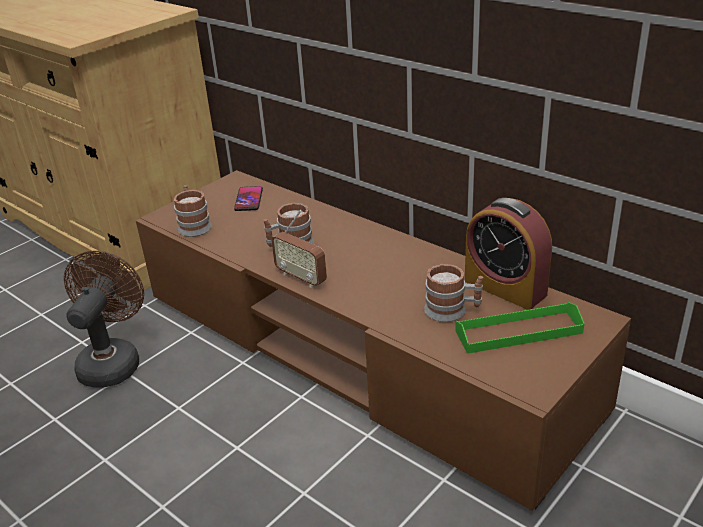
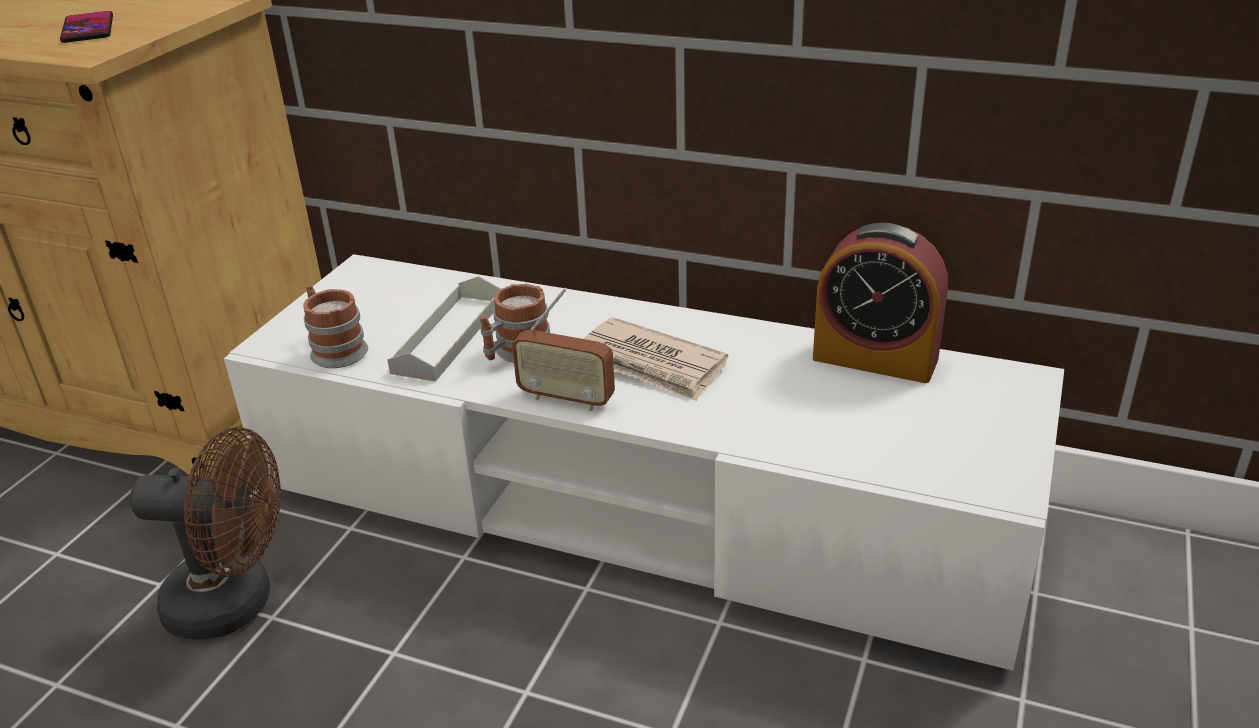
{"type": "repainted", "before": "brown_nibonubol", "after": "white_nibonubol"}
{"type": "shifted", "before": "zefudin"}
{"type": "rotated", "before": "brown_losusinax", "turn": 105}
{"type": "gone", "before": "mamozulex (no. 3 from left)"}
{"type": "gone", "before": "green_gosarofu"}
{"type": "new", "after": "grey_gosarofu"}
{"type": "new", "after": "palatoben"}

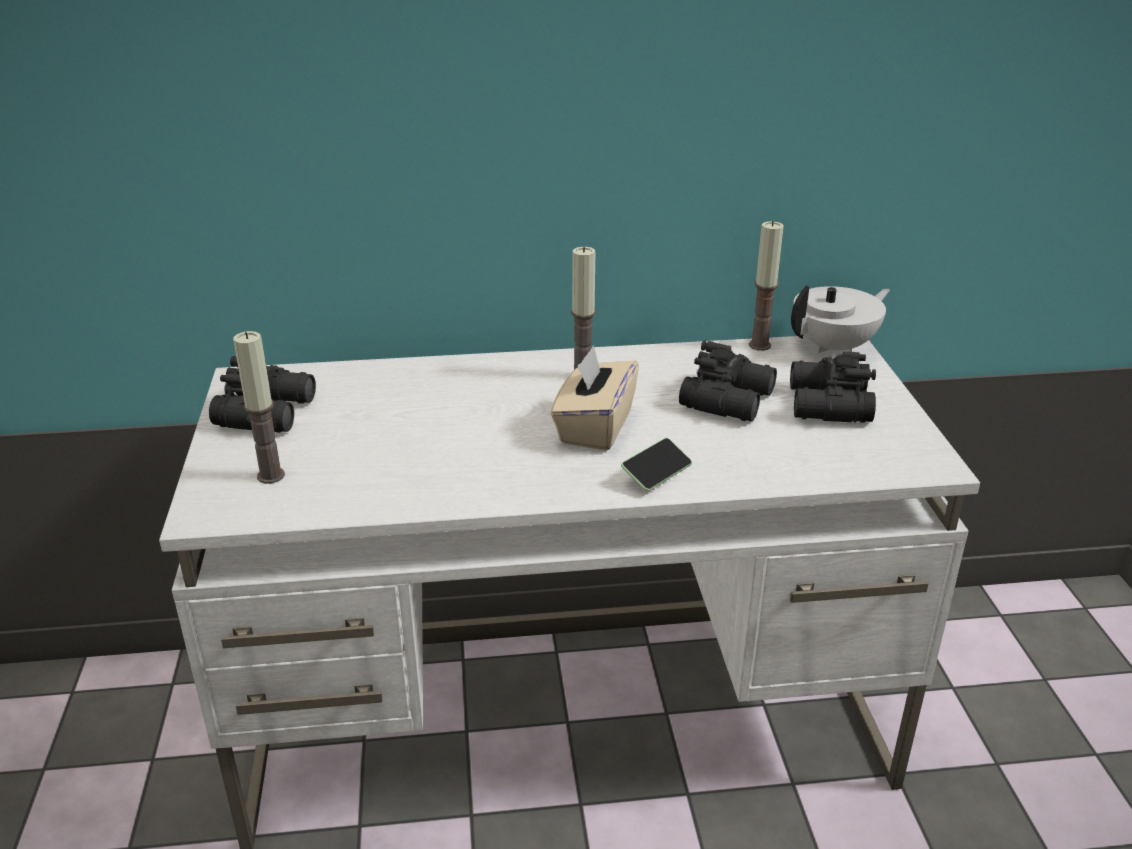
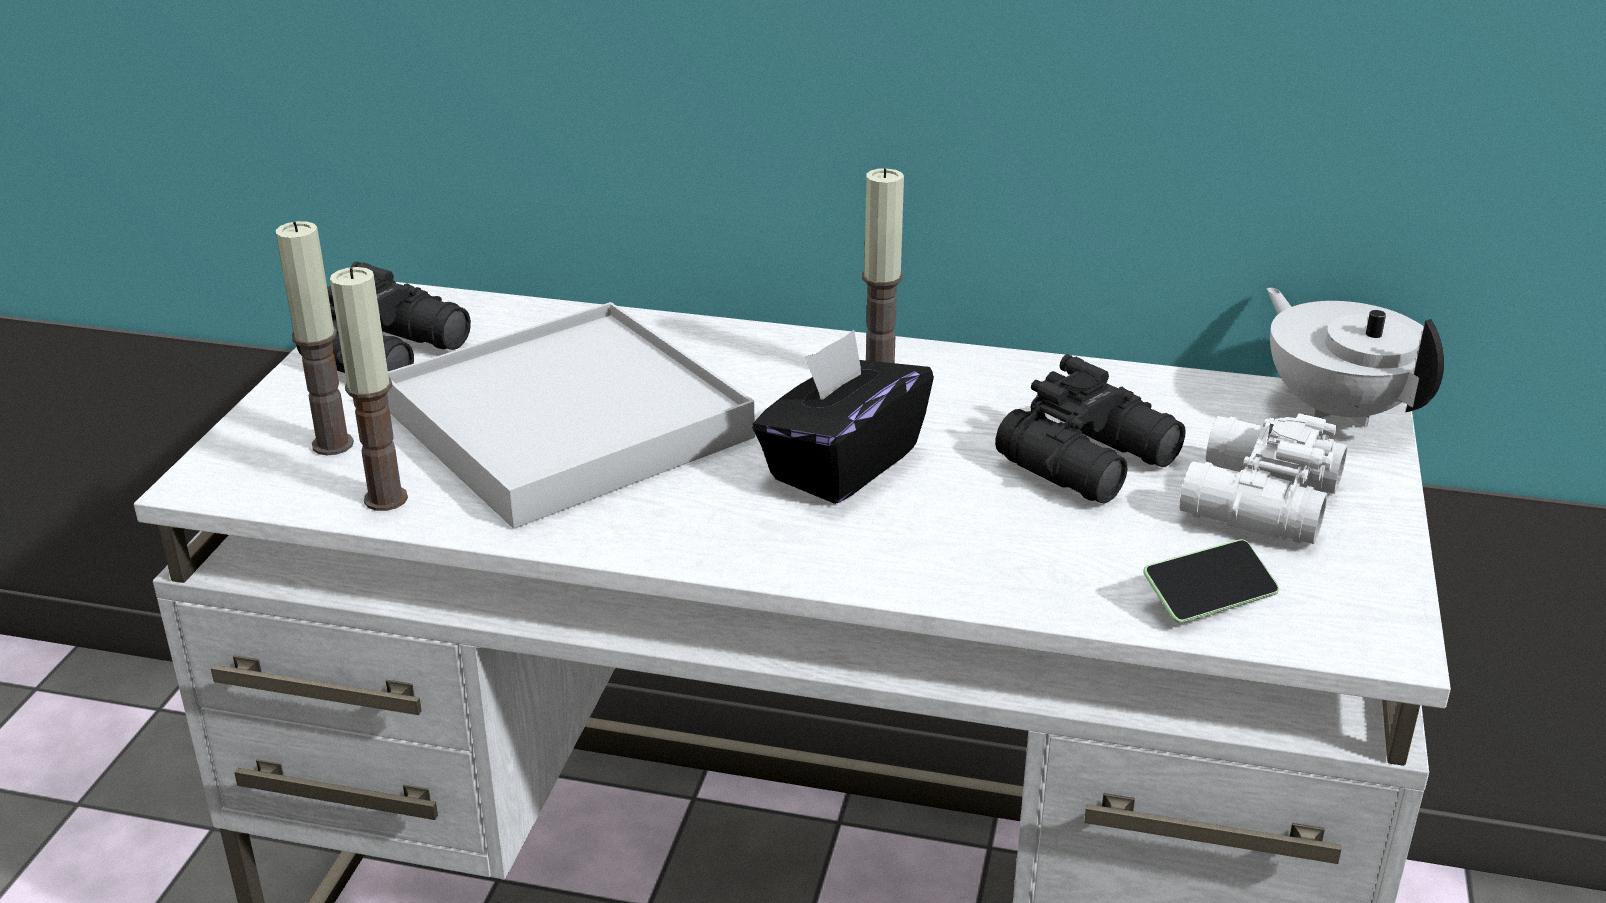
{"type": "shifted", "before": "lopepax (no. 3 from left in the first image)", "after": "lopepax (no. 2 from left)"}
{"type": "rotated", "before": "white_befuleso", "turn": -105}
{"type": "repainted", "before": "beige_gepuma", "after": "black_gepuma"}
{"type": "repainted", "before": "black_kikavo (no. 3 from left)", "after": "white_kikavo"}
{"type": "shifted", "before": "zefudin"}
{"type": "new", "after": "white_gosarofu"}

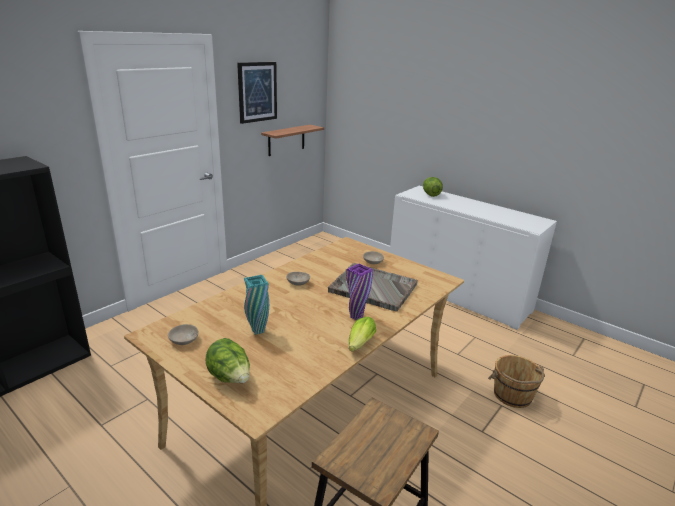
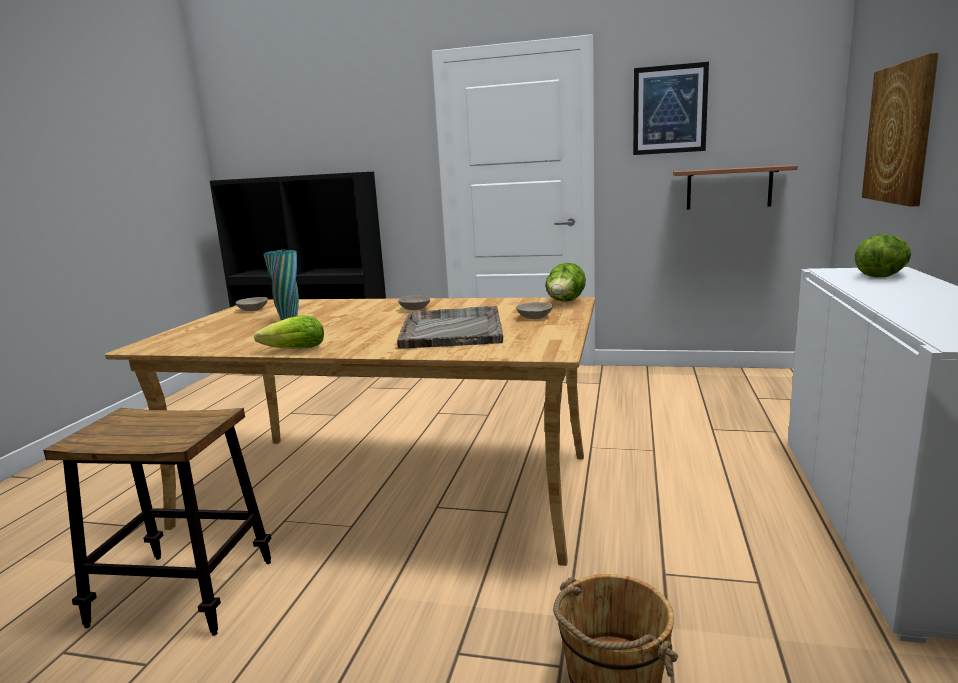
{"type": "gone", "before": "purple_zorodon"}
{"type": "shifted", "before": "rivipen (no. 1 from left in the first image)", "after": "rivipen (no. 2 from left)"}
{"type": "new", "after": "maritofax (no. 2 from left)"}

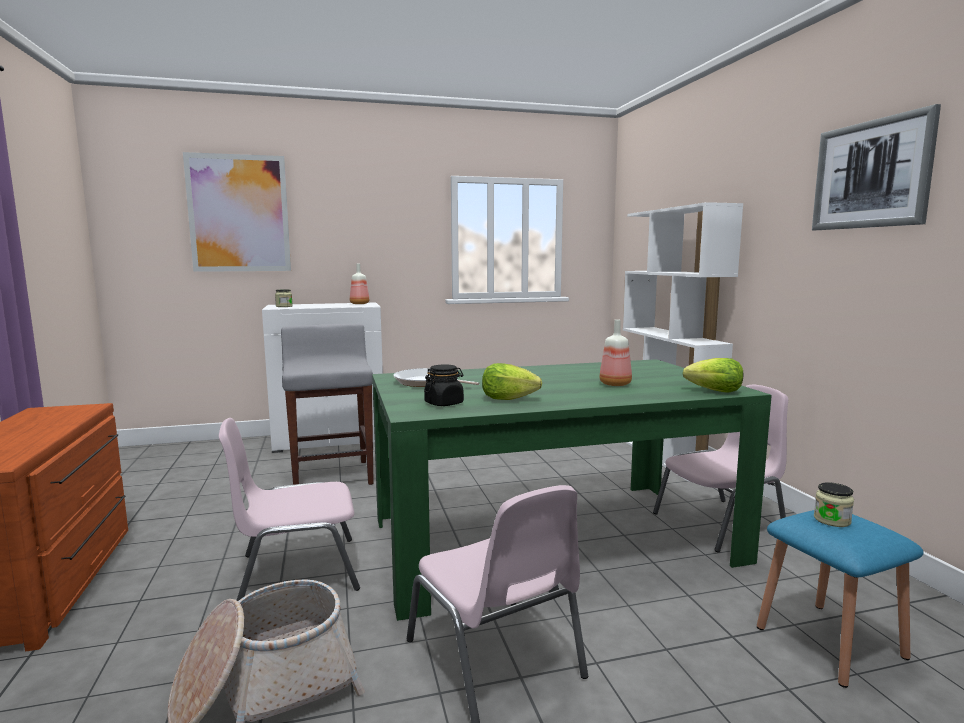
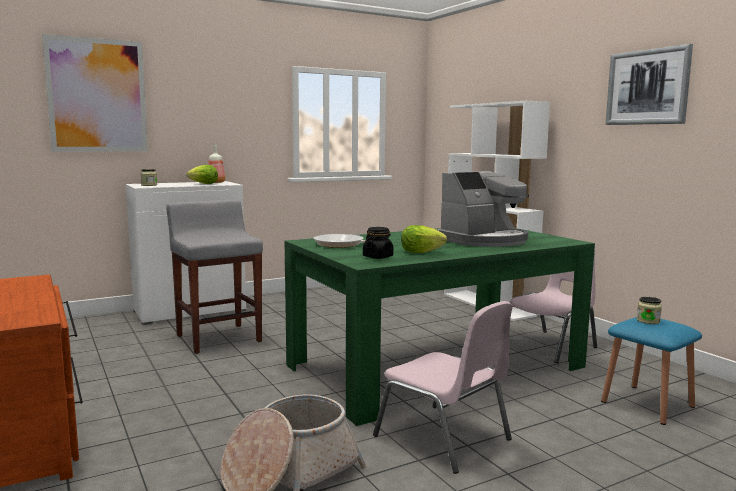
{"type": "swapped", "before": "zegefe (no. 2 from left)", "after": "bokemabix"}
{"type": "shifted", "before": "rivipen (no. 2 from left in the first image)", "after": "rivipen (no. 1 from left)"}
{"type": "gone", "before": "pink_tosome (no. 1 from left)"}

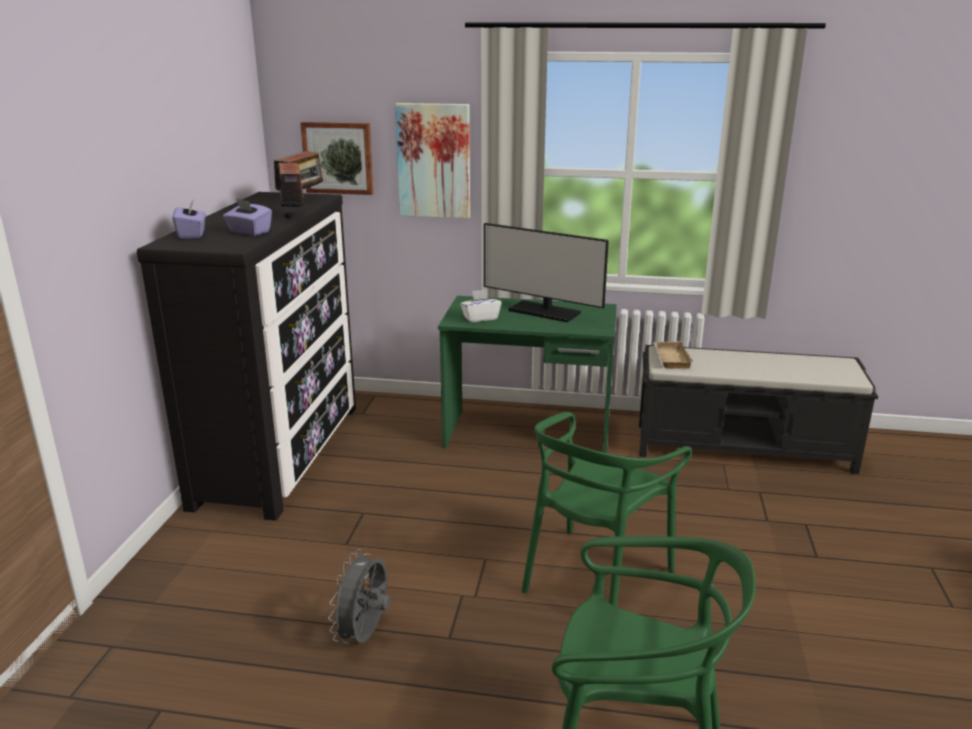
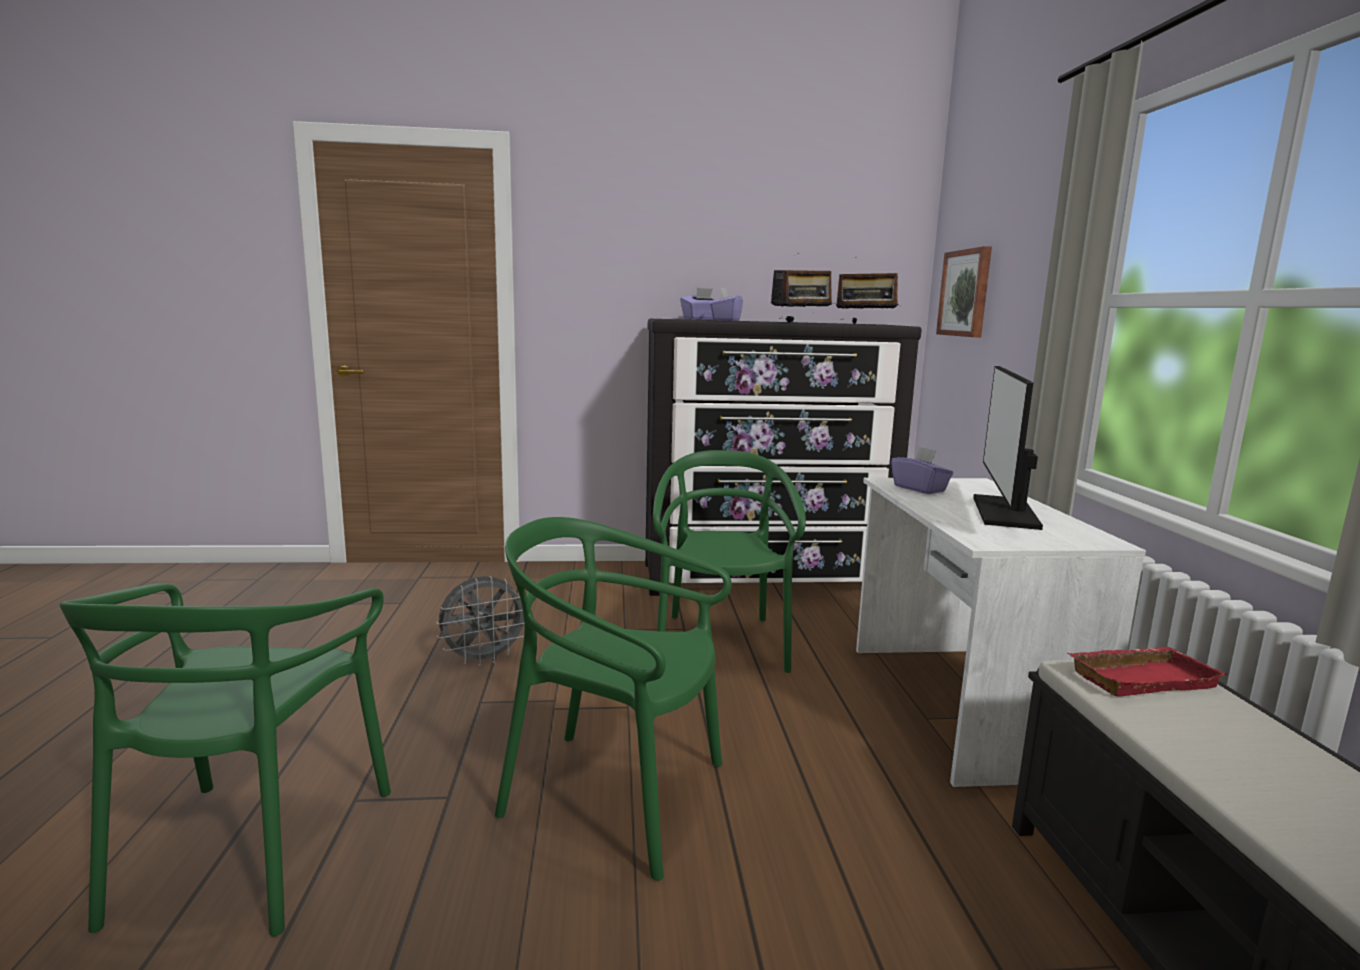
{"type": "gone", "before": "maritofax (no. 2 from left)"}
{"type": "repainted", "before": "white_gepuma", "after": "purple_gepuma (no. 3 from left)"}
{"type": "repainted", "before": "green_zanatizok", "after": "white_zanatizok"}
{"type": "repainted", "before": "beige_gosarofu", "after": "red_gosarofu"}
{"type": "rotated", "before": "grey_losusinax", "turn": 150}
{"type": "new", "after": "green_tosome (no. 3 from left)"}

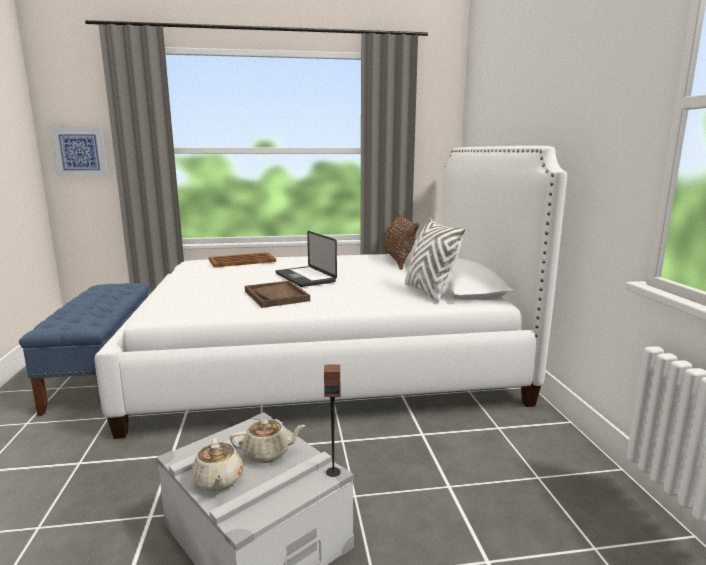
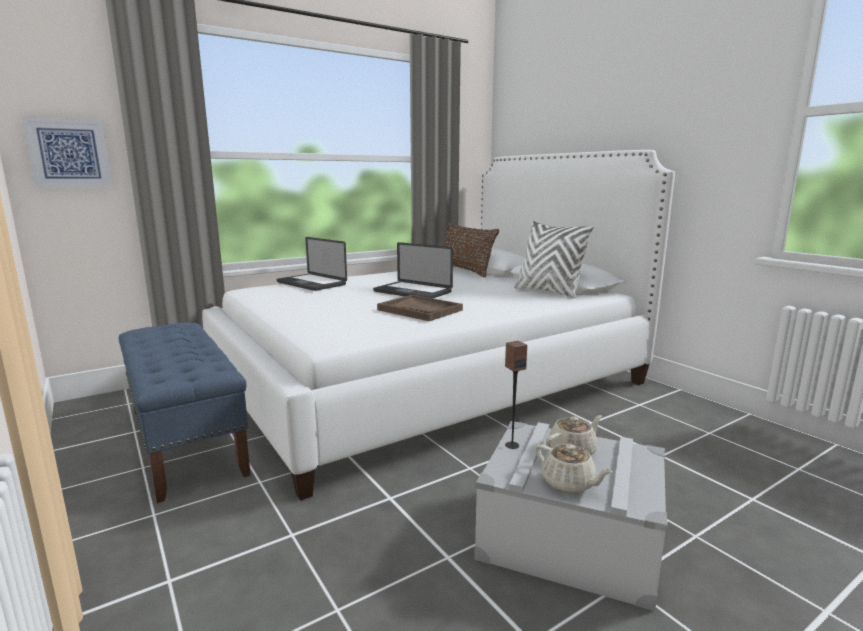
{"type": "swapped", "before": "brown_gosarofu (no. 1 from left)", "after": "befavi (no. 1 from left)"}
{"type": "shifted", "before": "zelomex"}

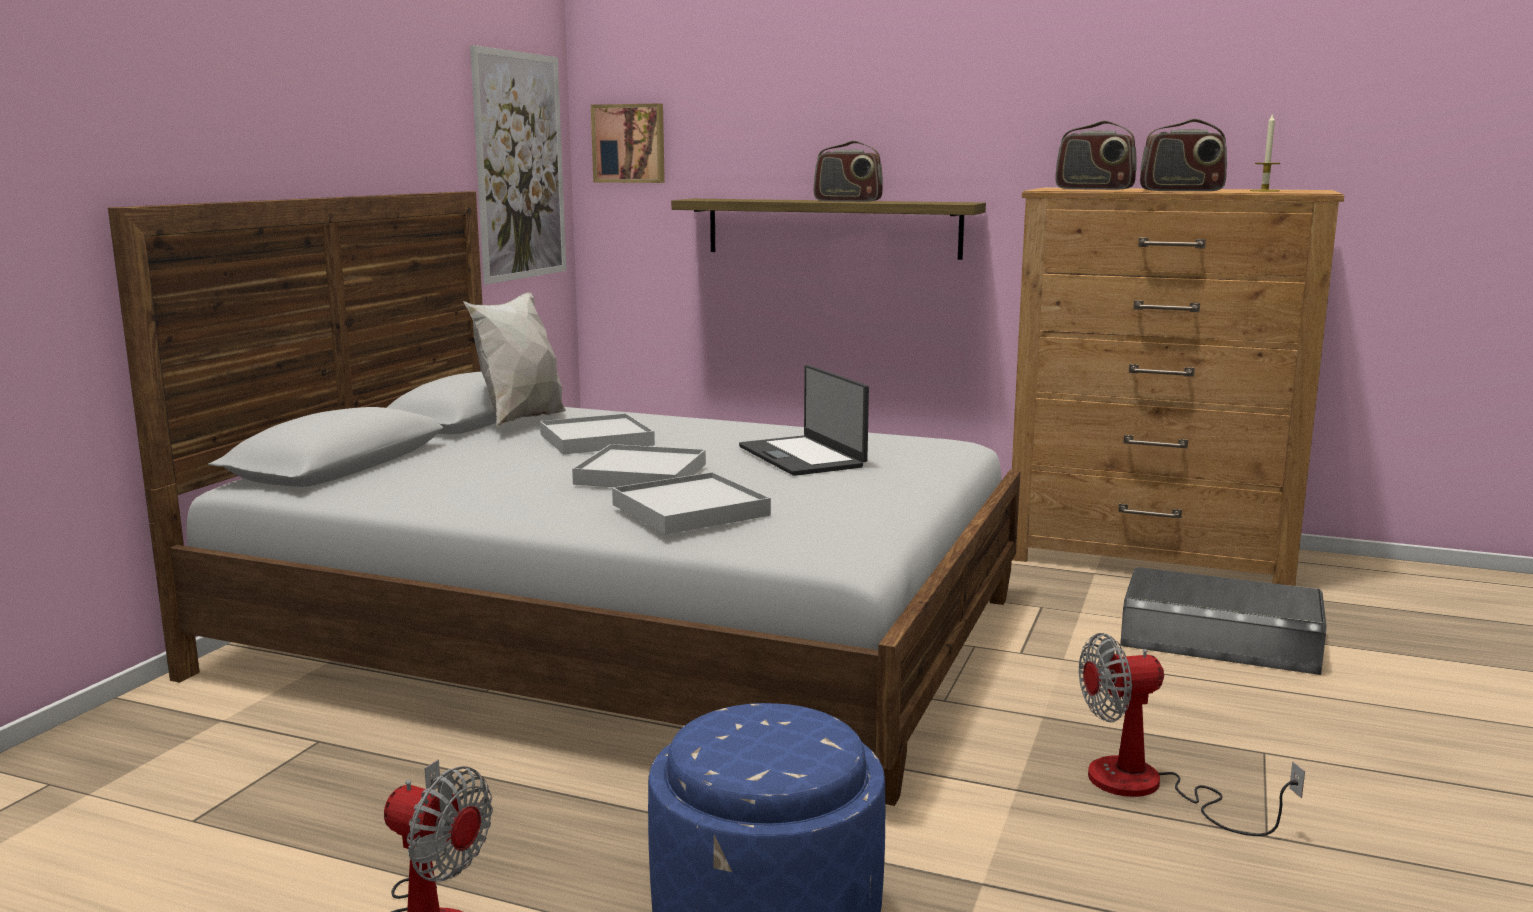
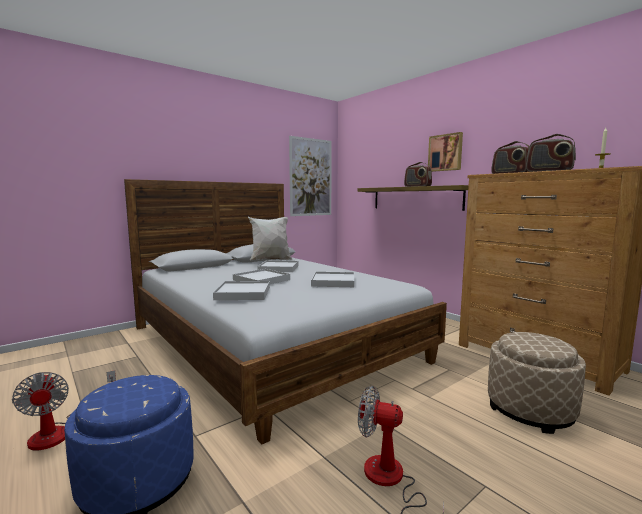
{"type": "shifted", "before": "maritofax (no. 2 from left)"}
{"type": "swapped", "before": "befavi", "after": "white_gosarofu (no. 4 from left)"}
{"type": "swapped", "before": "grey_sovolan", "after": "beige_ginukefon"}

